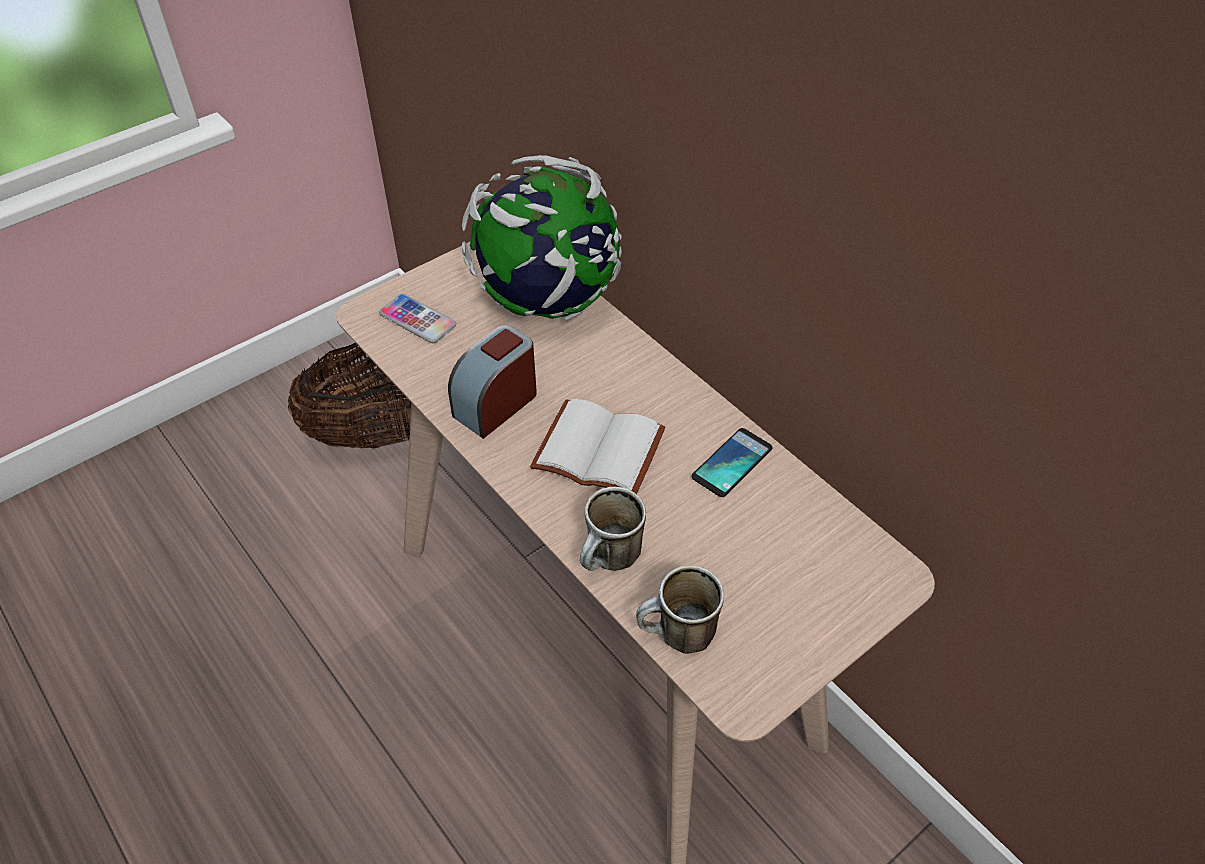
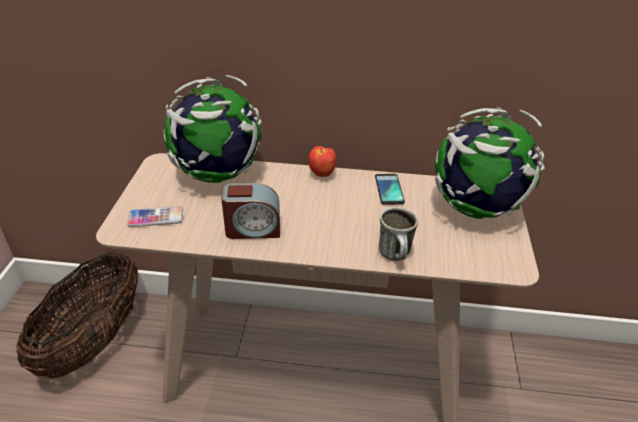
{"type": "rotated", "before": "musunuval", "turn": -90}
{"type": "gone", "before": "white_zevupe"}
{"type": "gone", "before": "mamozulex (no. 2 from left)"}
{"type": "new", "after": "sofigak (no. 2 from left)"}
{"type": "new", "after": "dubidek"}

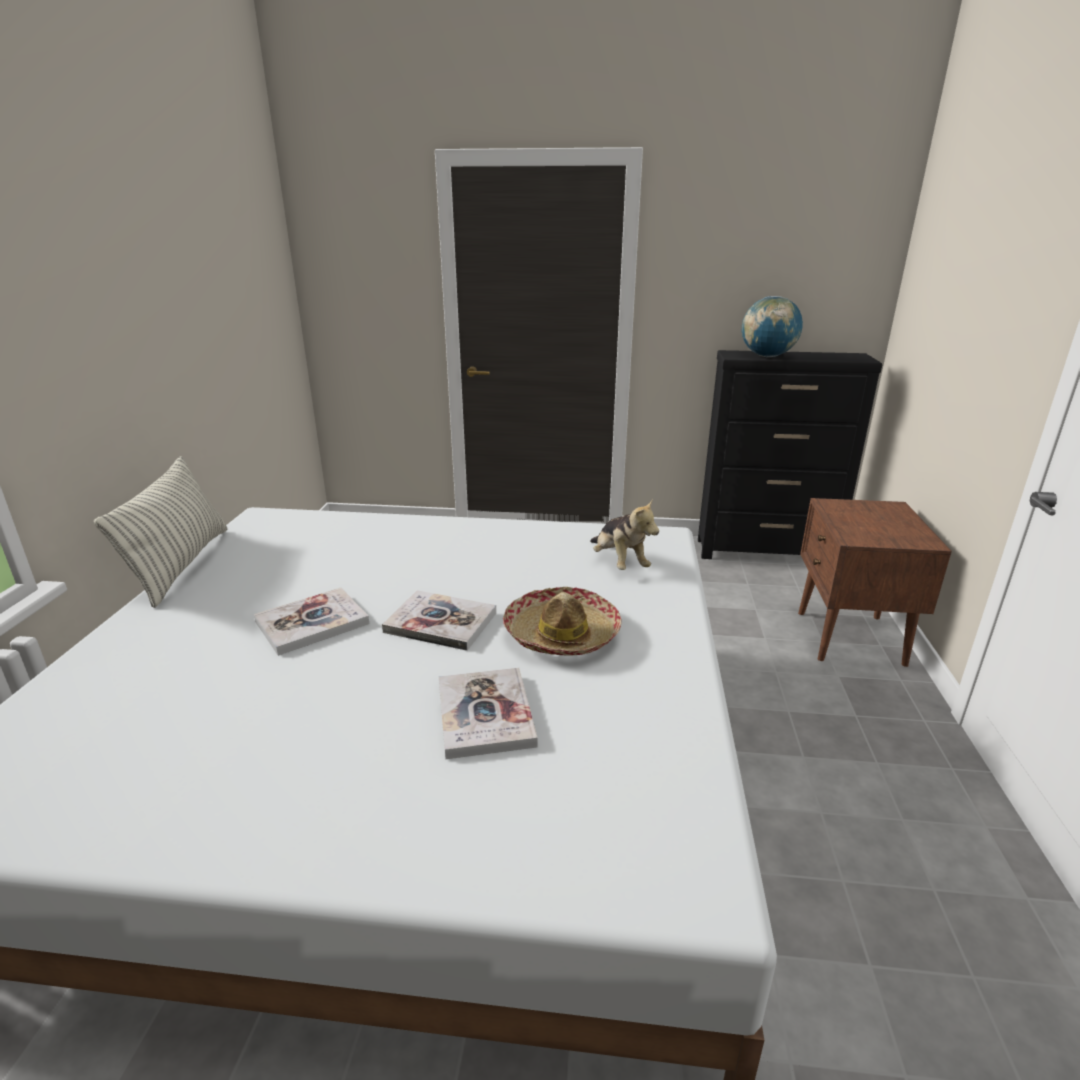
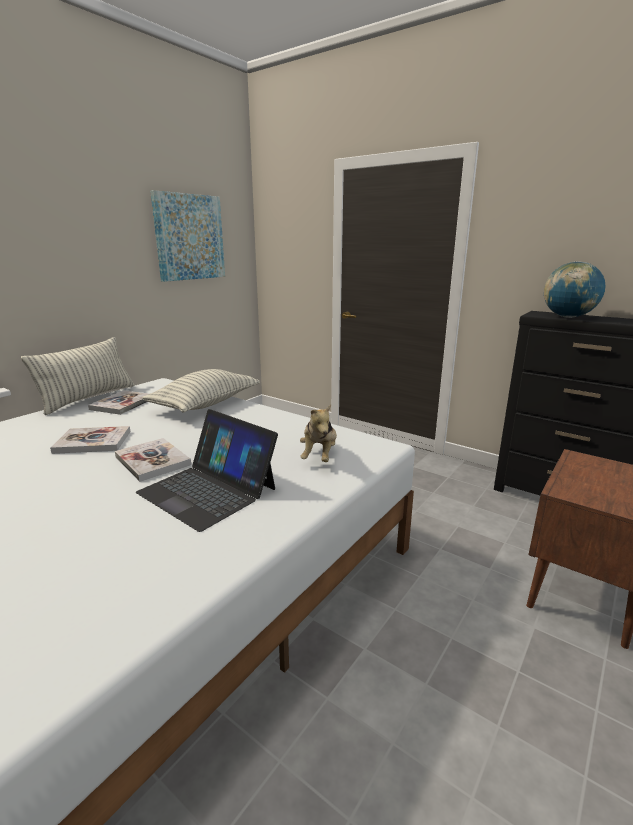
{"type": "swapped", "before": "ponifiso", "after": "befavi"}
{"type": "shifted", "before": "zevupe (no. 3 from left in the first image)", "after": "zevupe (no. 2 from left)"}
{"type": "new", "after": "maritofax"}
{"type": "new", "after": "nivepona (no. 2 from left)"}

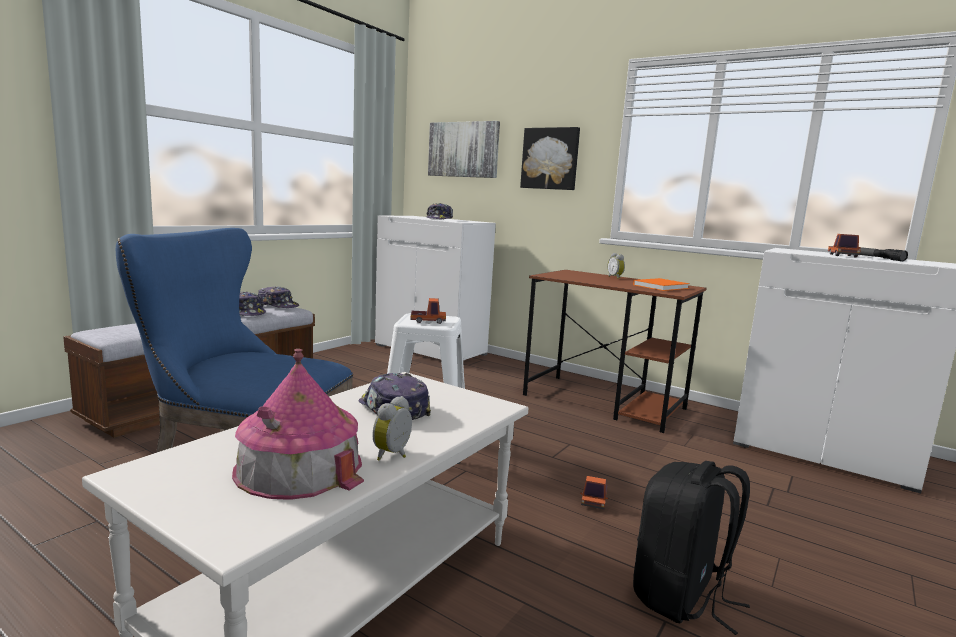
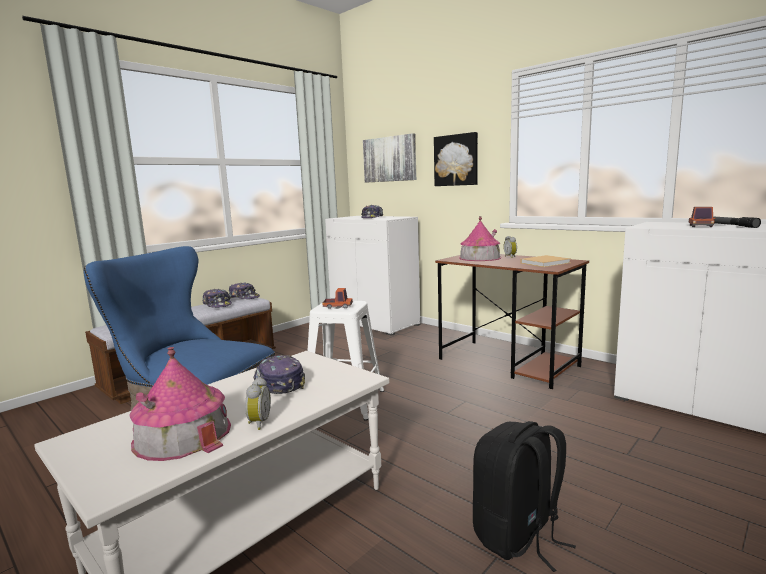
{"type": "repainted", "before": "orange_zevupe", "after": "beige_zevupe"}
{"type": "rotated", "before": "musunuval (no. 1 from left)", "turn": 150}
{"type": "gone", "before": "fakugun (no. 2 from left)"}
{"type": "new", "after": "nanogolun (no. 2 from left)"}

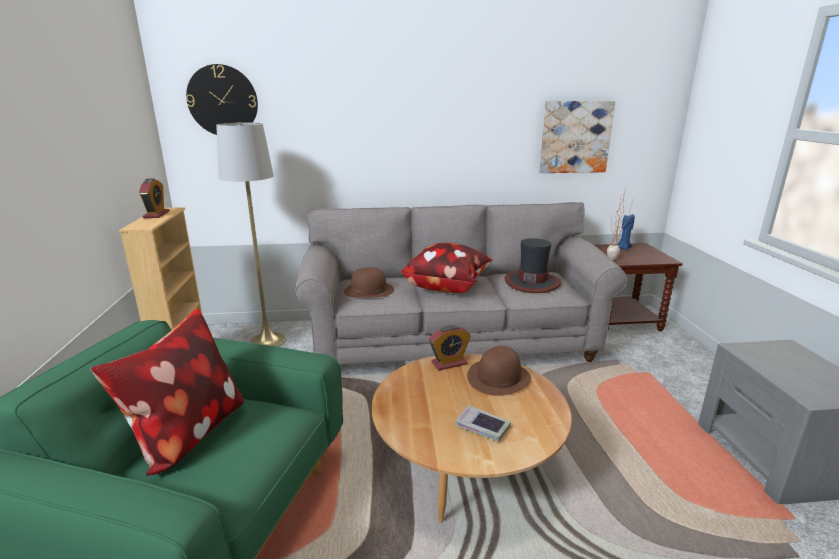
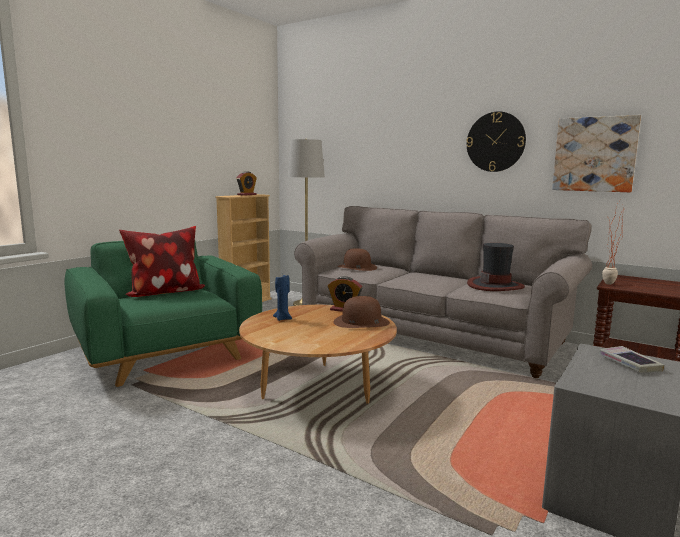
{"type": "shifted", "before": "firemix"}
{"type": "shifted", "before": "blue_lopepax"}
{"type": "gone", "before": "nivepona (no. 2 from left)"}
{"type": "shifted", "before": "zevupe"}

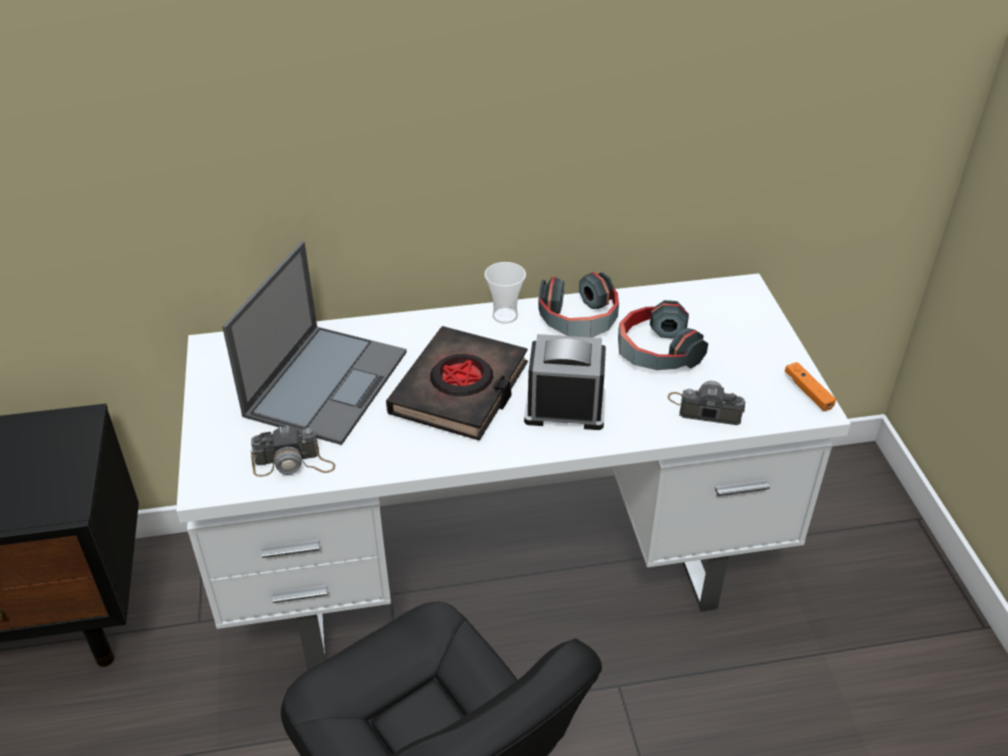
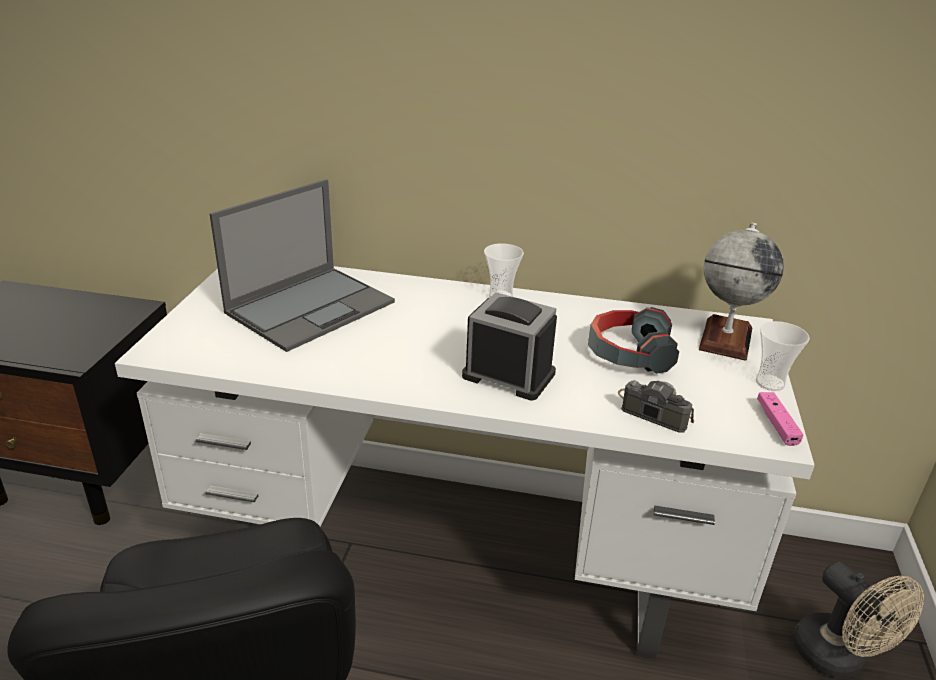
{"type": "gone", "before": "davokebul (no. 1 from left)"}
{"type": "gone", "before": "black_zevupe"}
{"type": "repainted", "before": "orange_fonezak", "after": "pink_fonezak"}
{"type": "gone", "before": "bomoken (no. 1 from left)"}
{"type": "new", "after": "sofigak"}
{"type": "new", "after": "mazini (no. 2 from left)"}
{"type": "new", "after": "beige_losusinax"}

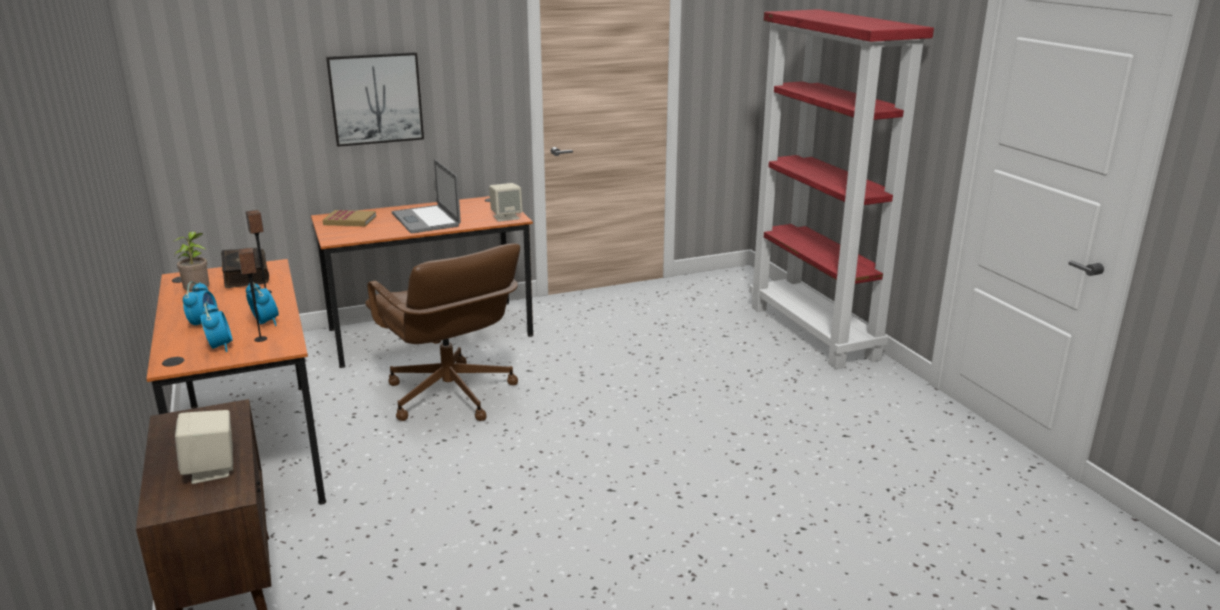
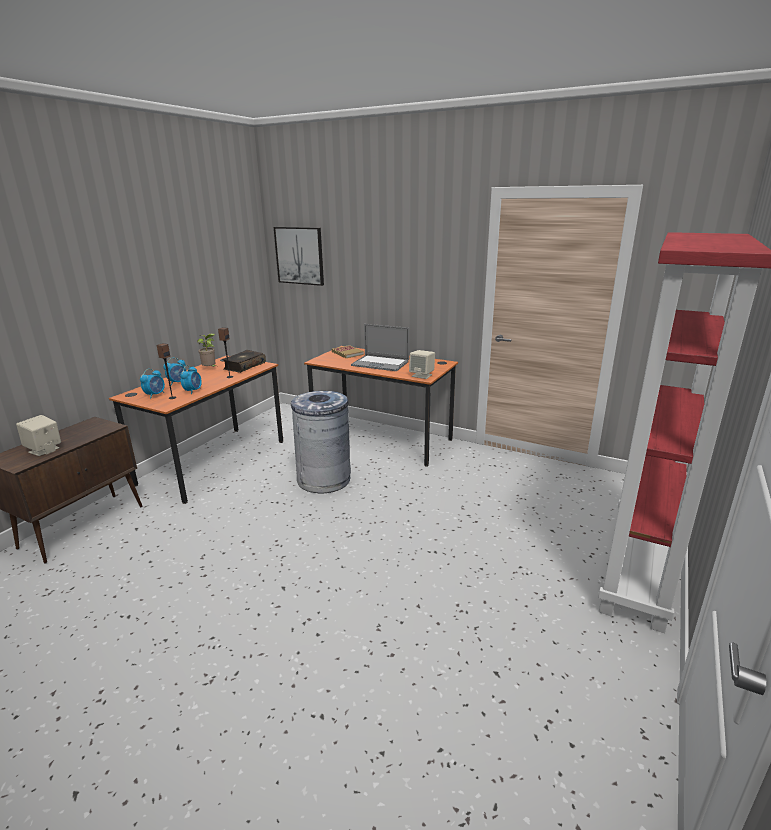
{"type": "shifted", "before": "maritofax"}
{"type": "rotated", "before": "befavi", "turn": -90}
{"type": "swapped", "before": "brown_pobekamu", "after": "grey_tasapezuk"}

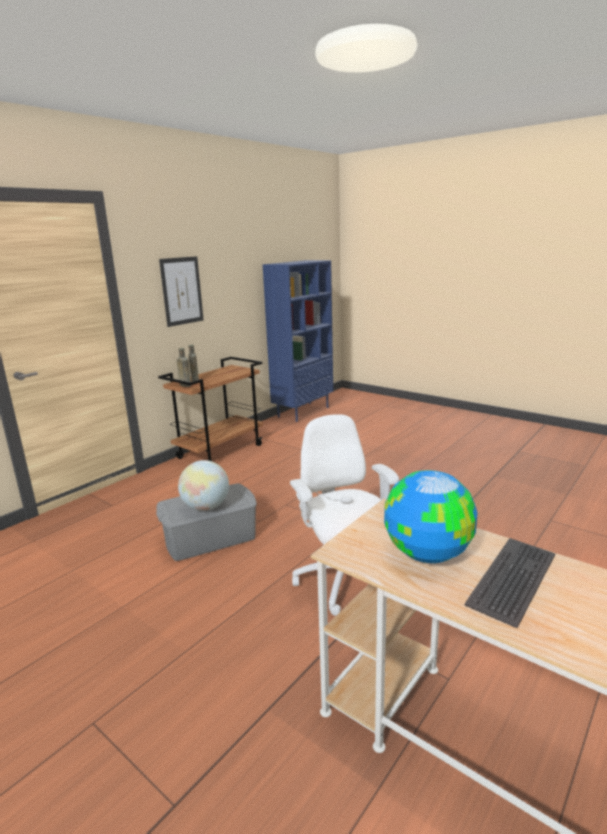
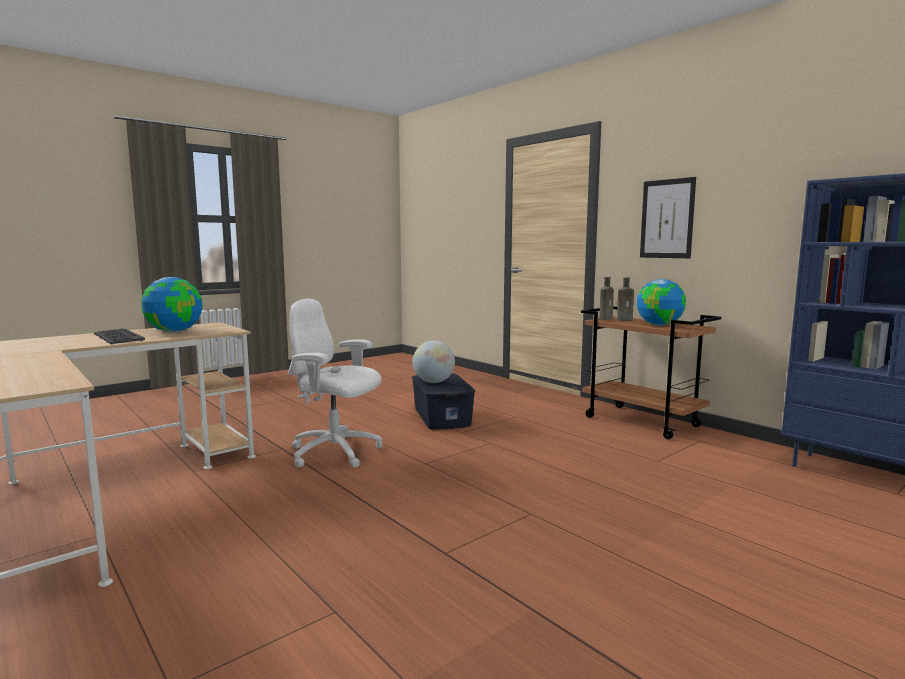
{"type": "rotated", "before": "white_pobekamu", "turn": -150}
{"type": "repainted", "before": "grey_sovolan", "after": "blue_sovolan"}
{"type": "new", "after": "sofigak (no. 3 from left)"}

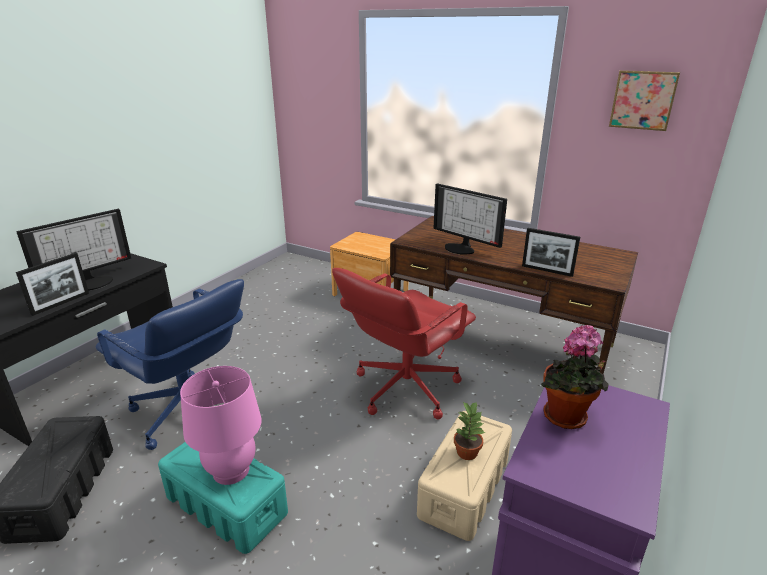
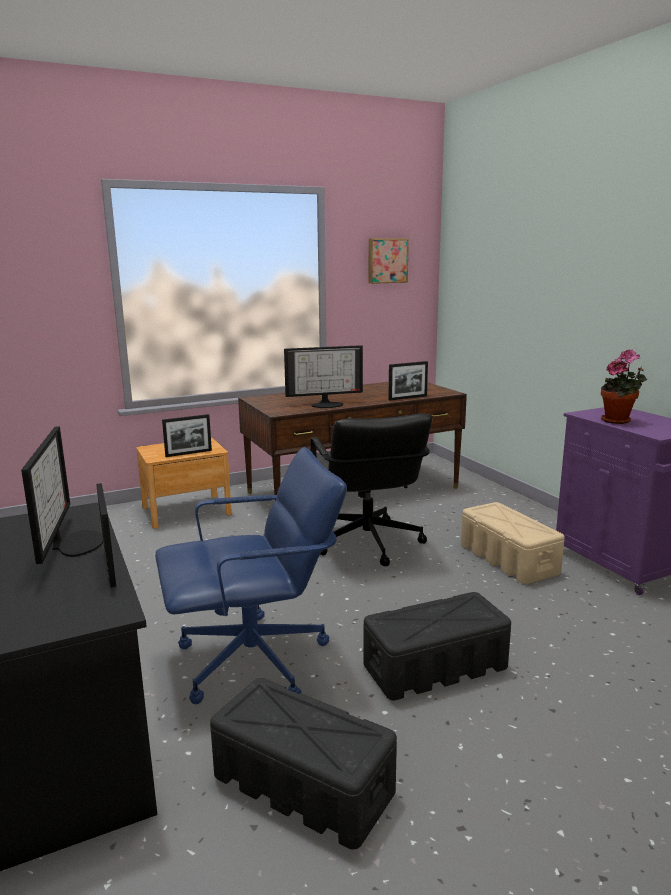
{"type": "repainted", "before": "red_pobekamu", "after": "black_pobekamu"}
{"type": "gone", "before": "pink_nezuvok"}
{"type": "gone", "before": "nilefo (no. 1 from left)"}
{"type": "repainted", "before": "turquoise_sovolan", "after": "black_sovolan (no. 2 from left)"}
{"type": "new", "after": "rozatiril (no. 2 from left)"}

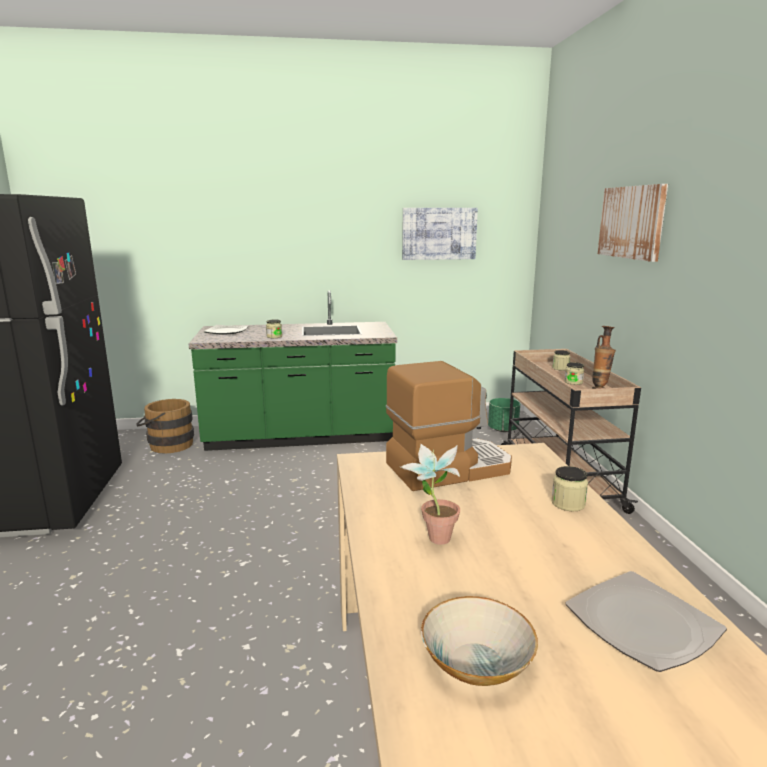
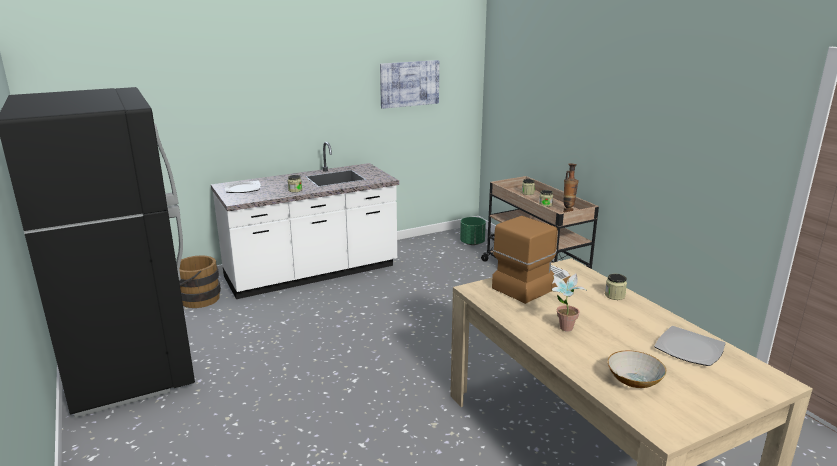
{"type": "gone", "before": "maritofax (no. 2 from left)"}
{"type": "repainted", "before": "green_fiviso", "after": "white_fiviso"}

